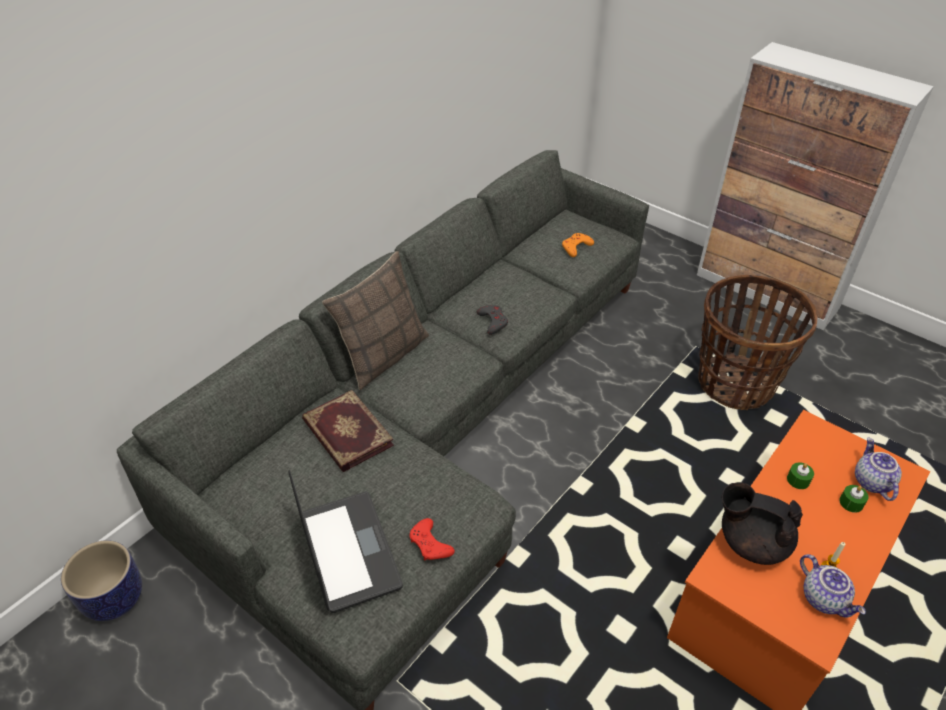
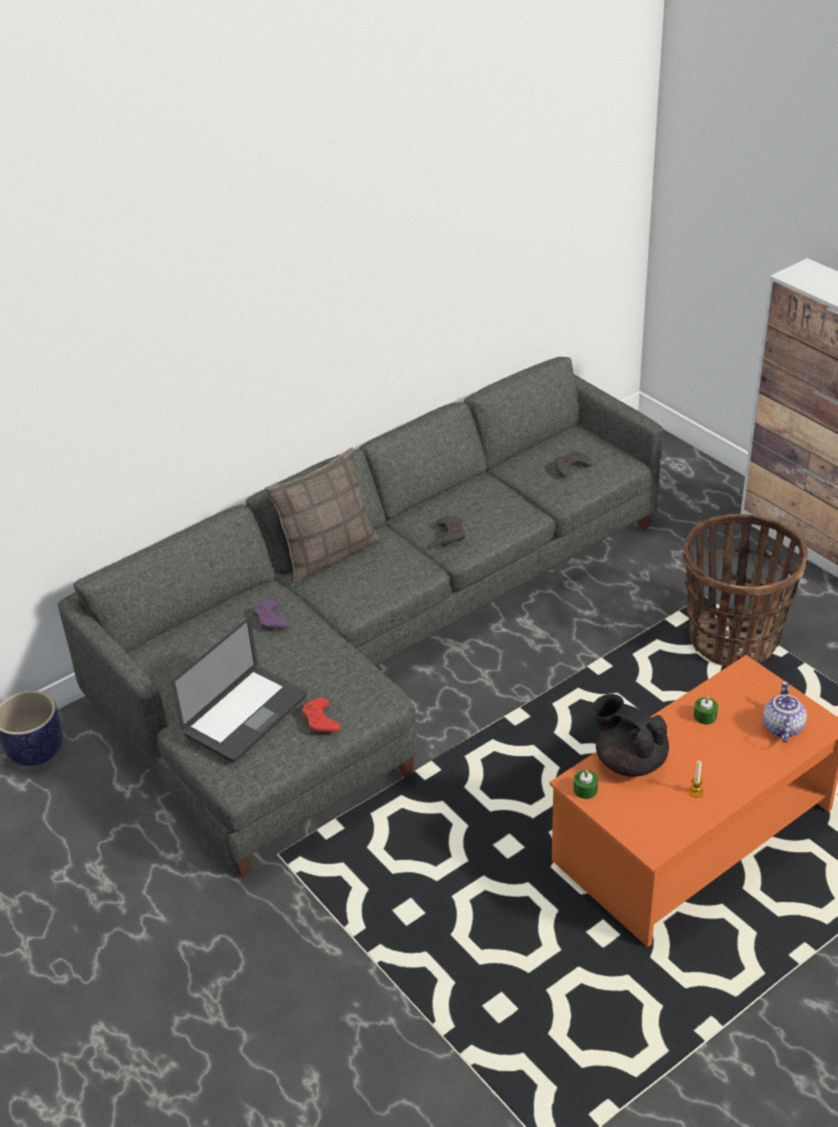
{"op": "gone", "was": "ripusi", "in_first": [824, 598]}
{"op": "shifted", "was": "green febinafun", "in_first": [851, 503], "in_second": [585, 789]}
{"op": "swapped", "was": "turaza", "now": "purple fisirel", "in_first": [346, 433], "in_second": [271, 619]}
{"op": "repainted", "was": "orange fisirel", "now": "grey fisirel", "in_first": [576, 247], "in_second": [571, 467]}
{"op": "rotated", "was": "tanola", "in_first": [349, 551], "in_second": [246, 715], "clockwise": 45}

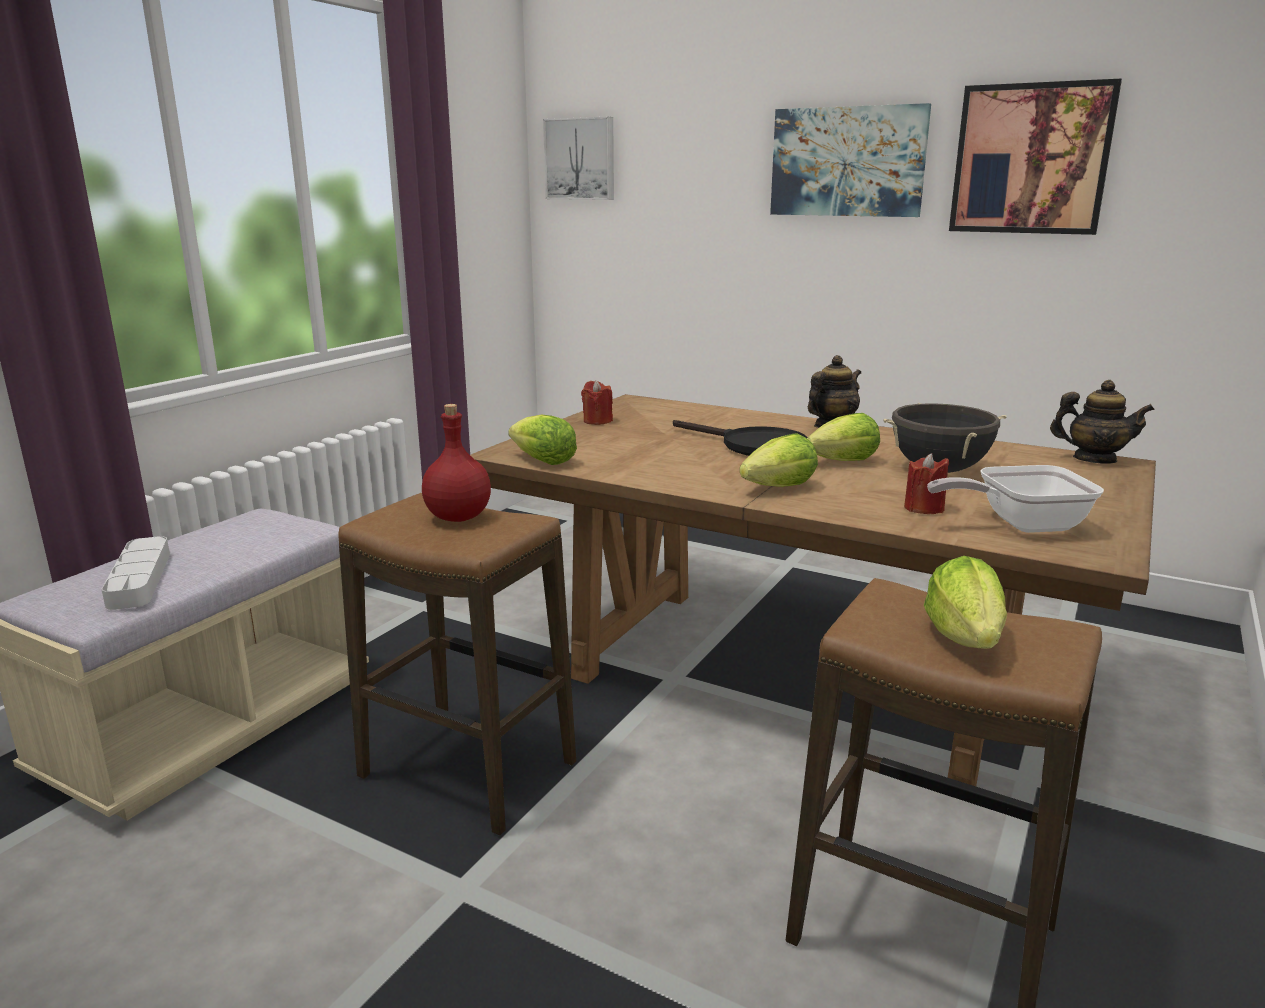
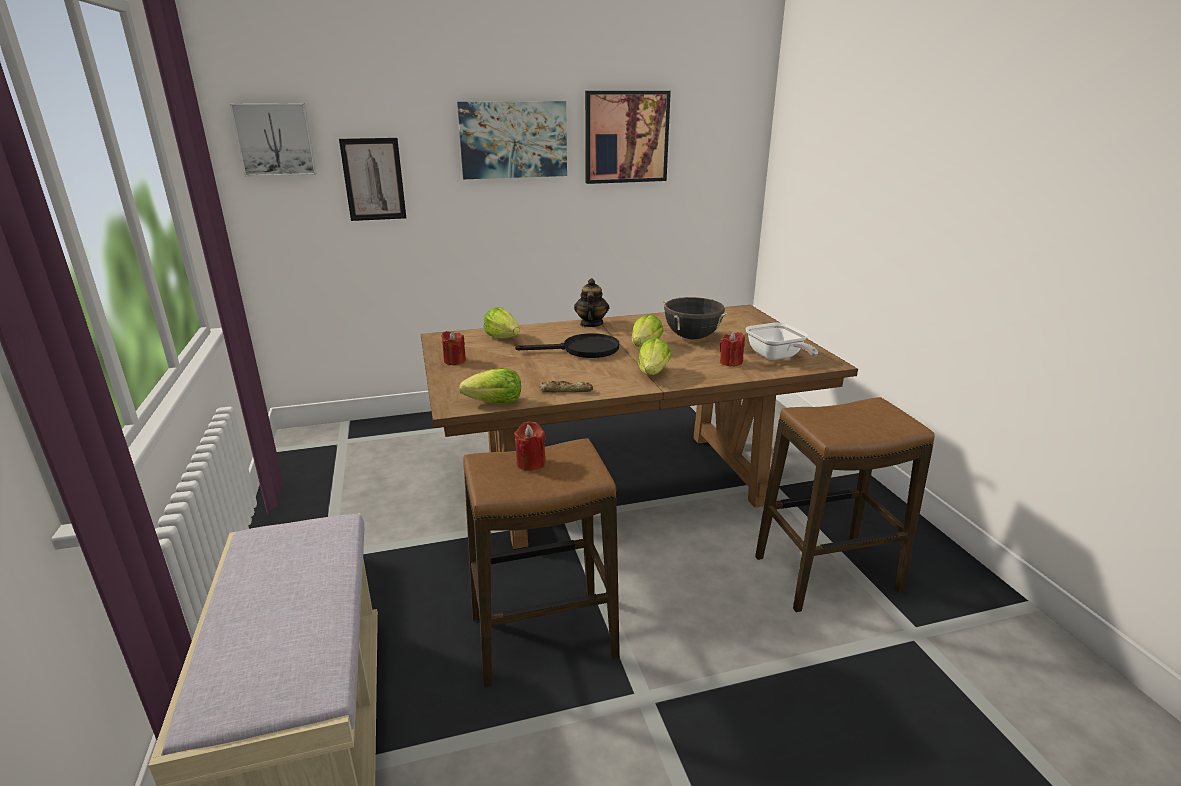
{"op": "gone", "was": "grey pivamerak", "in_first": [139, 579]}
{"op": "gone", "was": "ripusi", "in_first": [1094, 459]}
{"op": "new", "now": "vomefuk", "in_second": [373, 179]}
{"op": "new", "now": "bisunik", "in_second": [566, 390]}
{"op": "shifted", "was": "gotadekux", "in_first": [965, 638], "in_second": [503, 337]}
{"op": "swapped", "was": "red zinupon", "now": "red febinafun", "in_first": [457, 517], "in_second": [531, 463]}
{"op": "rotated", "was": "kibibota", "in_first": [1020, 524], "in_second": [777, 357], "clockwise": -60}

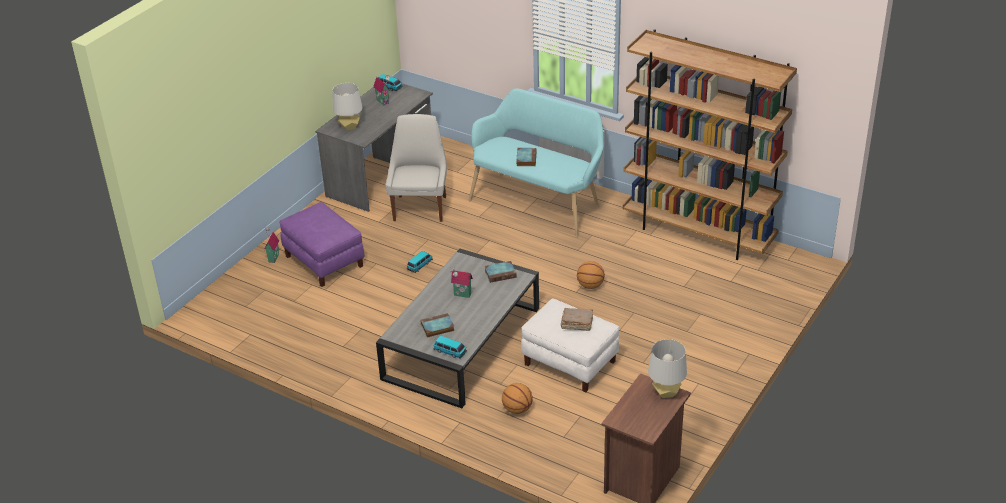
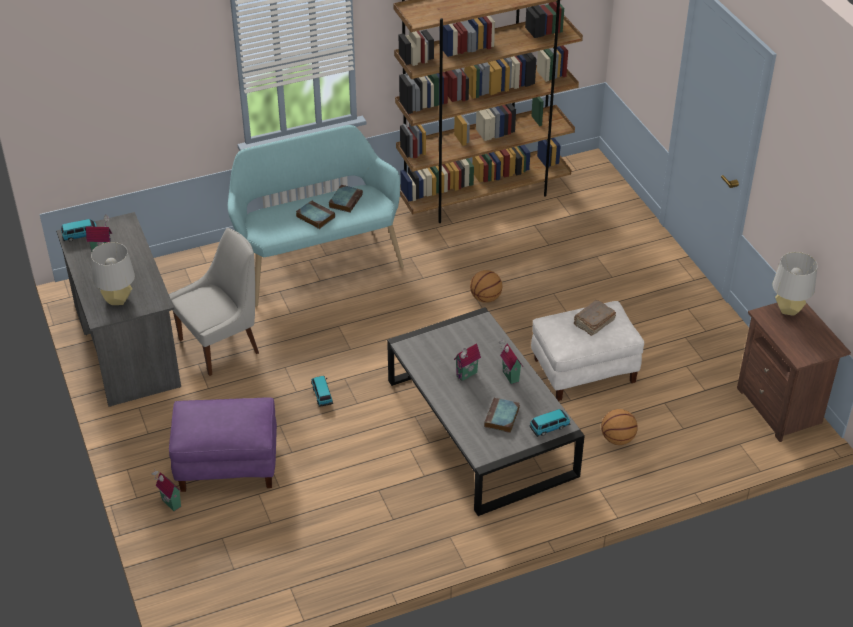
{"op": "new", "now": "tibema", "in_second": [509, 376]}
{"op": "shifted", "was": "turaza", "in_first": [501, 273], "in_second": [345, 200]}
{"op": "rotated", "was": "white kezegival", "in_first": [420, 207], "in_second": [222, 345], "clockwise": 105}

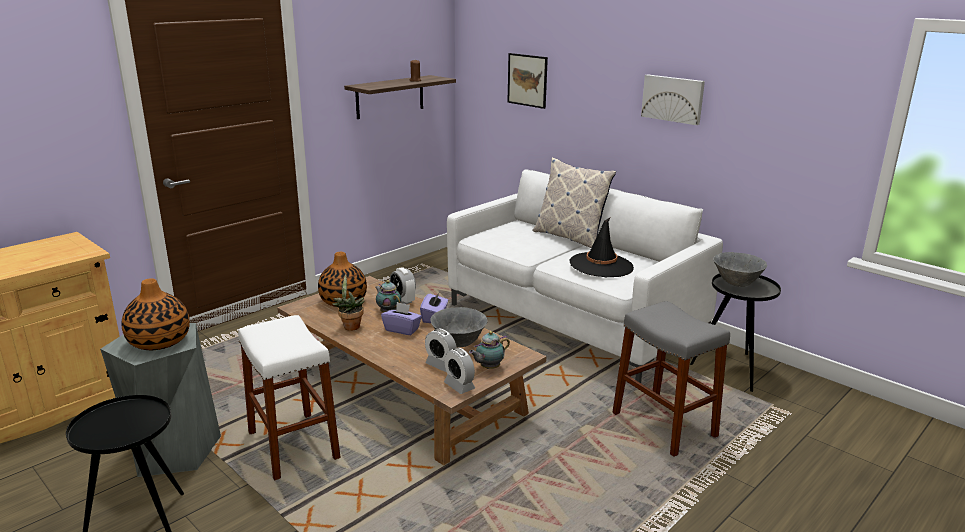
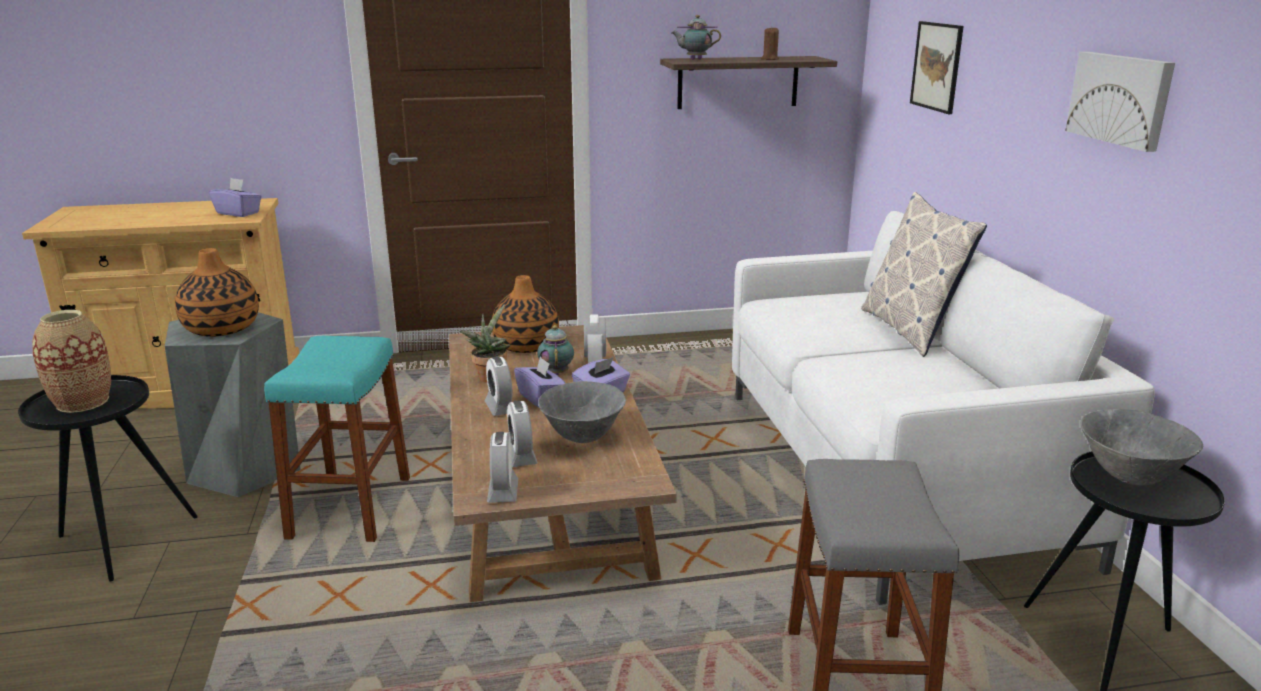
{"op": "gone", "was": "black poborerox", "in_first": [601, 265]}
{"op": "new", "now": "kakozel", "in_second": [82, 402]}
{"op": "new", "now": "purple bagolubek", "in_second": [238, 213]}
{"op": "new", "now": "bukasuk", "in_second": [500, 407]}
{"op": "shifted", "was": "ripusi", "in_first": [488, 368], "in_second": [694, 59]}
{"op": "repainted", "was": "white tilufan", "now": "turquoise tilufan", "in_first": [293, 445], "in_second": [350, 507]}

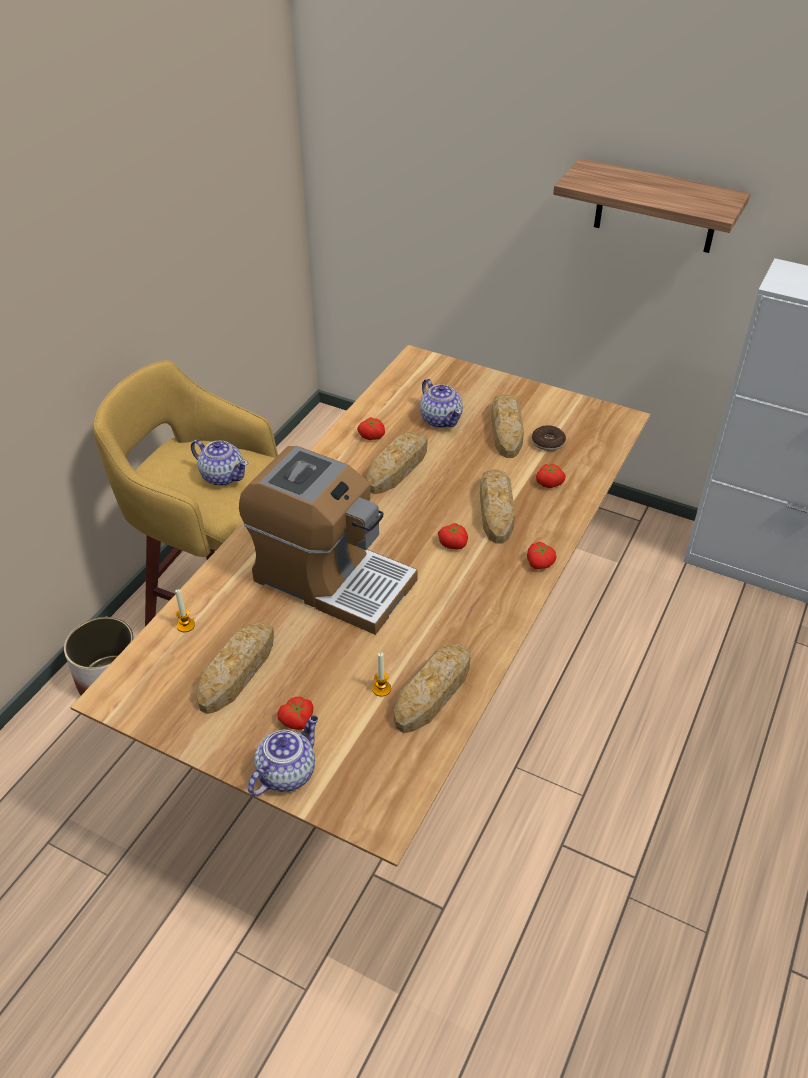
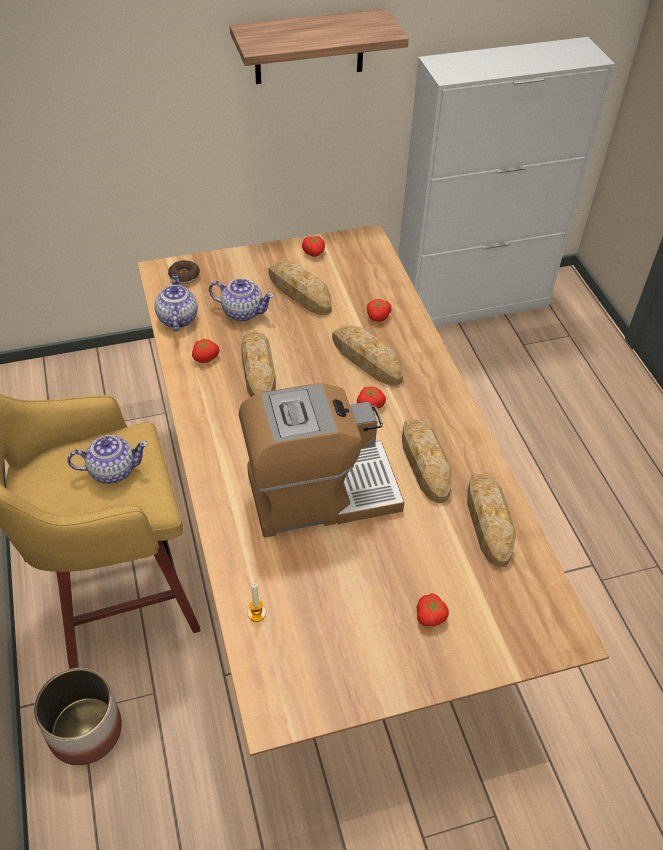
{"op": "gone", "was": "febinafun", "in_first": [381, 689]}
{"op": "shifted", "was": "bisunik", "in_first": [238, 670], "in_second": [425, 463]}
{"op": "shifted", "was": "ripusi", "in_first": [287, 772], "in_second": [177, 318]}
{"op": "shifted", "was": "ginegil", "in_first": [540, 563], "in_second": [314, 252]}
{"op": "shifted", "was": "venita", "in_first": [548, 443], "in_second": [184, 276]}

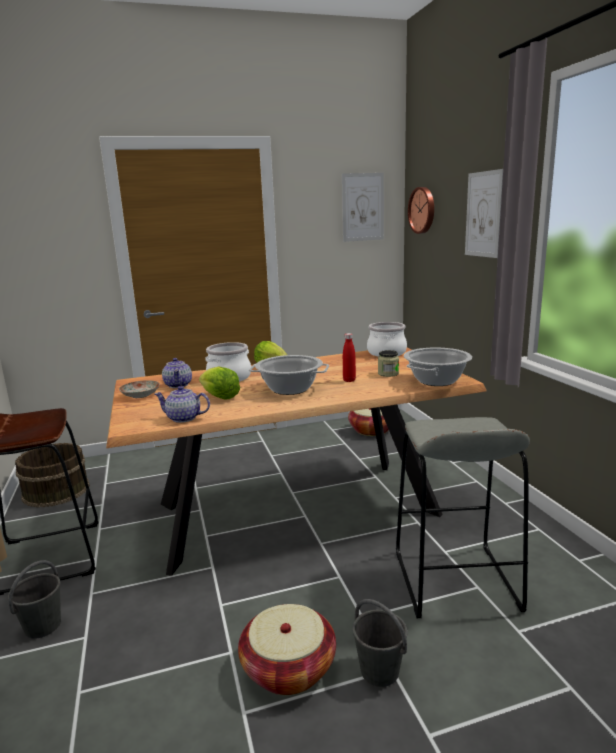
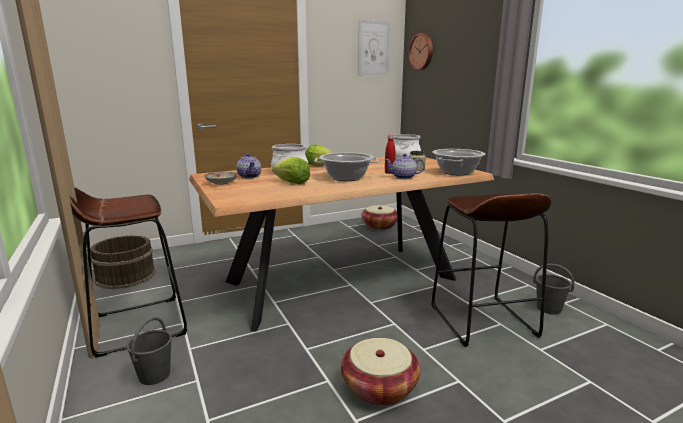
{"op": "gone", "was": "vomefuk", "in_first": [483, 214]}
{"op": "shifted", "was": "ripusi", "in_first": [184, 418], "in_second": [404, 177]}
{"op": "shifted", "was": "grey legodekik", "in_first": [380, 671], "in_second": [549, 308]}
{"op": "repainted", "was": "grey tilufan", "now": "brown tilufan", "in_first": [454, 580], "in_second": [482, 321]}

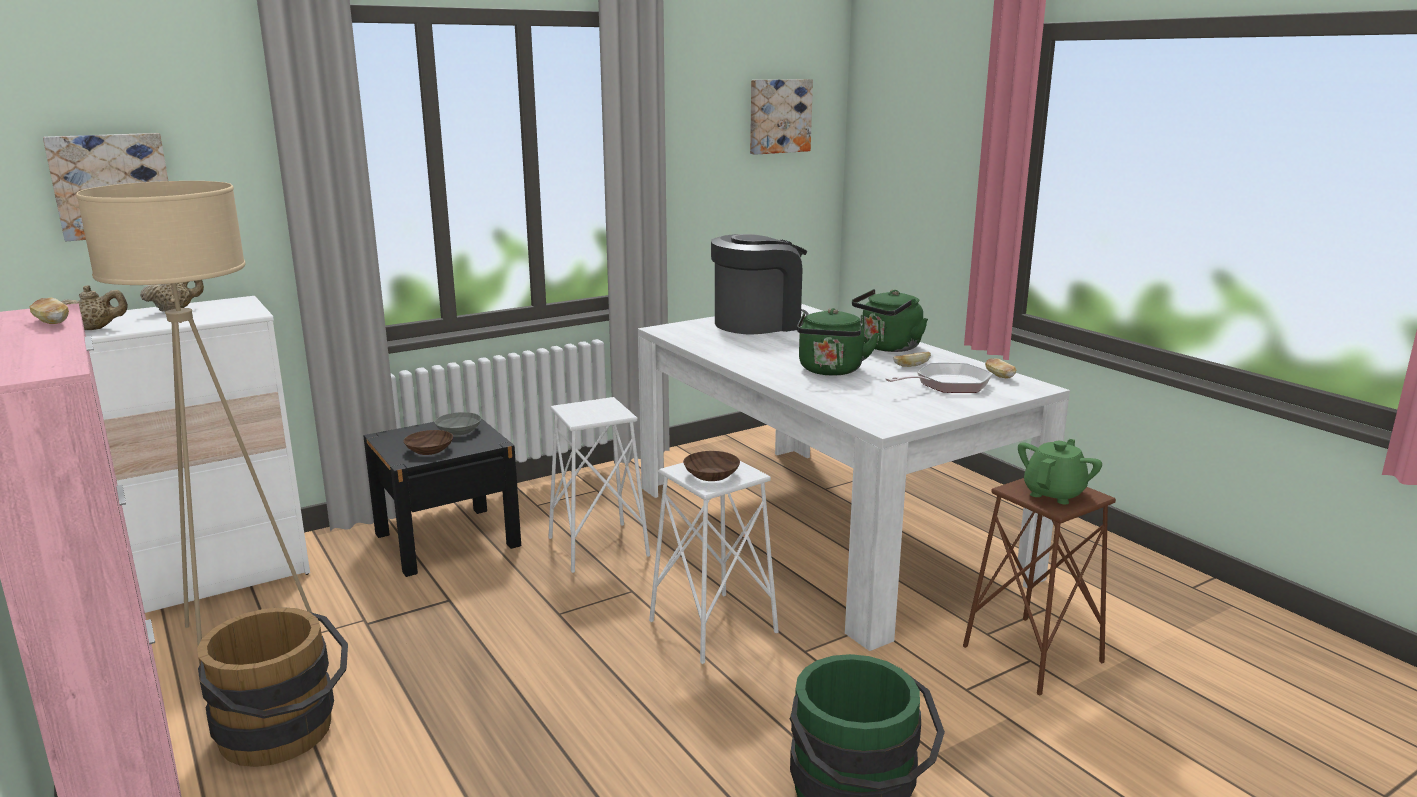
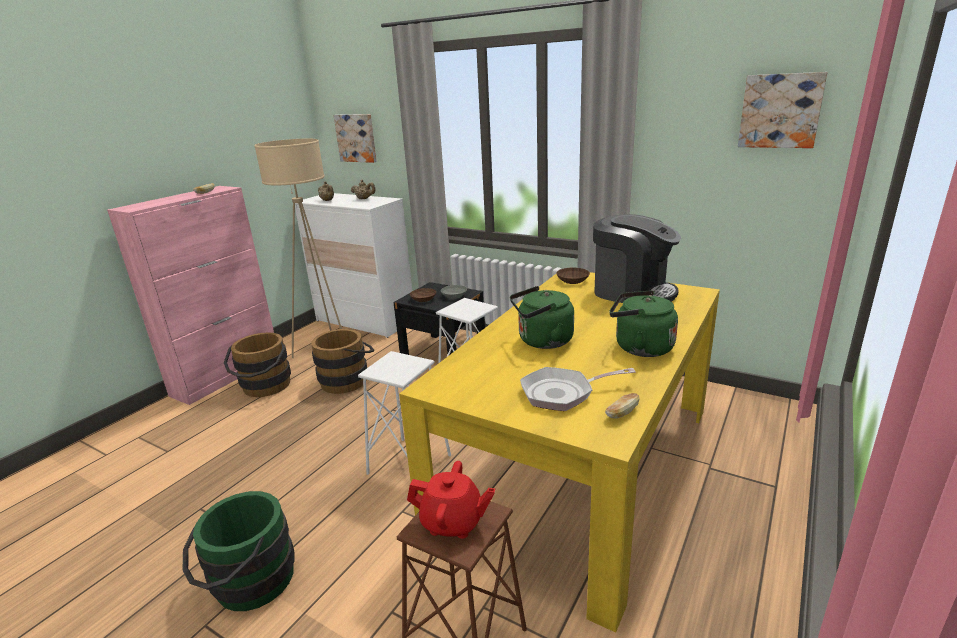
{"op": "gone", "was": "bisunik", "in_first": [911, 366]}
{"op": "new", "now": "brown legodekik", "in_second": [348, 379]}
{"op": "shifted", "was": "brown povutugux", "in_first": [710, 474], "in_second": [572, 280]}
{"op": "repainted", "was": "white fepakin", "now": "yellow fepakin", "in_first": [823, 529], "in_second": [580, 467]}
{"op": "repainted", "was": "green ripusi", "now": "red ripusi", "in_first": [1054, 493], "in_second": [452, 522]}
{"op": "rotated", "was": "kibibota", "in_first": [948, 385], "in_second": [562, 393], "clockwise": 135}

